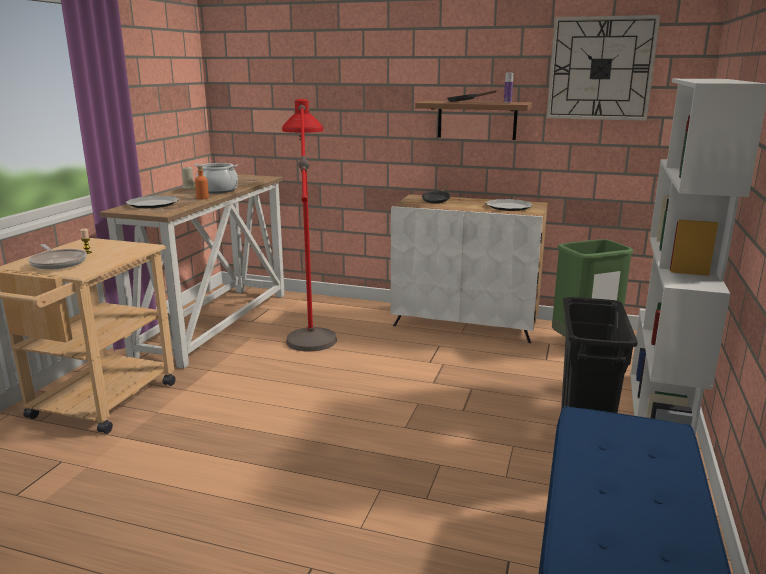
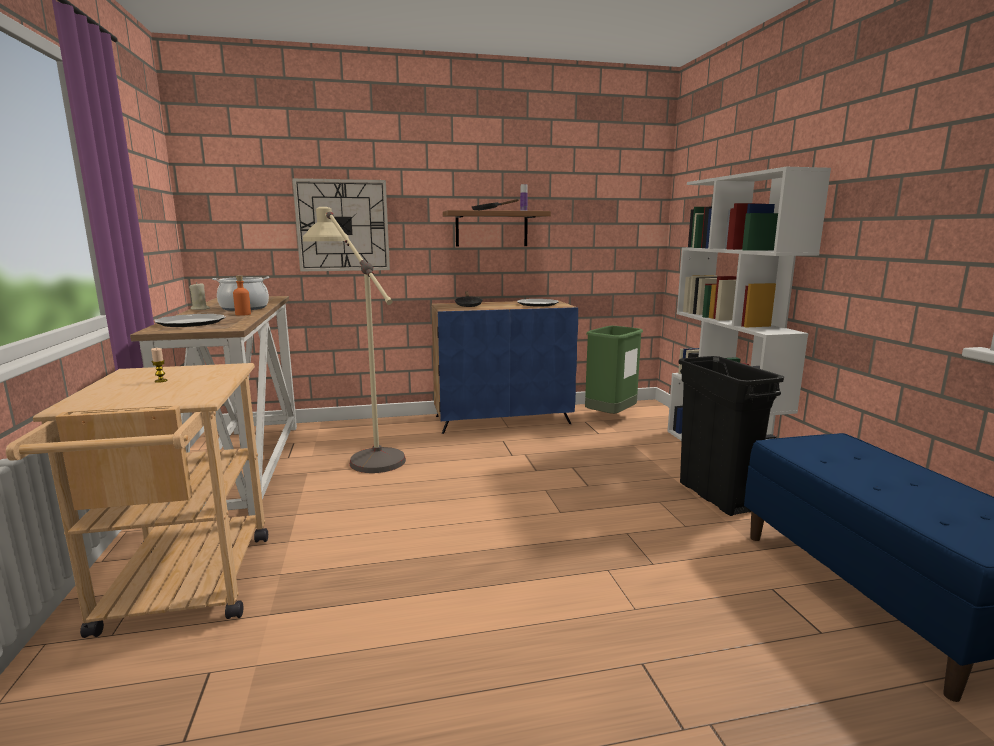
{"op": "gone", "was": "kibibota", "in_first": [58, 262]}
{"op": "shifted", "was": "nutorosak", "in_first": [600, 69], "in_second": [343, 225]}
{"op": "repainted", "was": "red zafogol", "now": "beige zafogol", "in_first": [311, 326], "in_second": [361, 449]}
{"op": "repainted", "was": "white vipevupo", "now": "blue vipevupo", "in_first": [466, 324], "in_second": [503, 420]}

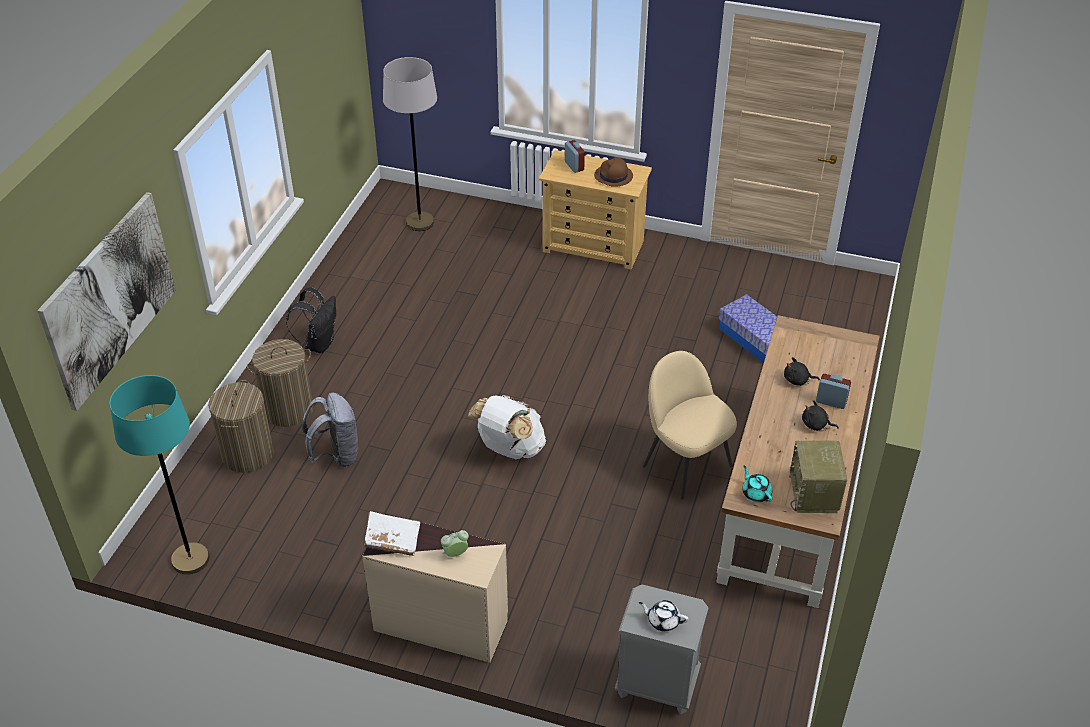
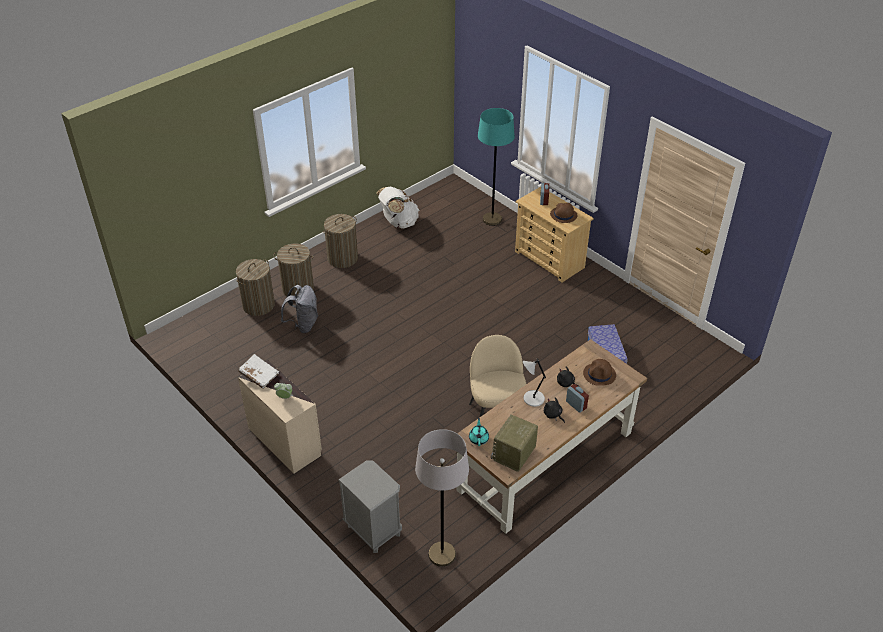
{"op": "gone", "was": "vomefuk", "in_first": [109, 299]}
{"op": "gone", "was": "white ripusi", "in_first": [663, 621]}
{"op": "new", "now": "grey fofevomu", "in_second": [532, 399]}
{"op": "new", "now": "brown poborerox", "in_second": [599, 374]}
{"op": "shifted", "was": "turquoise zafogol", "in_first": [190, 559], "in_second": [492, 219]}
{"op": "shifted", "was": "grey zafogol", "in_first": [420, 222], "in_second": [442, 554]}
{"op": "shifted", "was": "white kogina", "in_first": [509, 449], "in_second": [398, 222]}
{"op": "swapped", "was": "black kogina", "now": "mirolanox", "in_first": [319, 343], "in_second": [342, 258]}

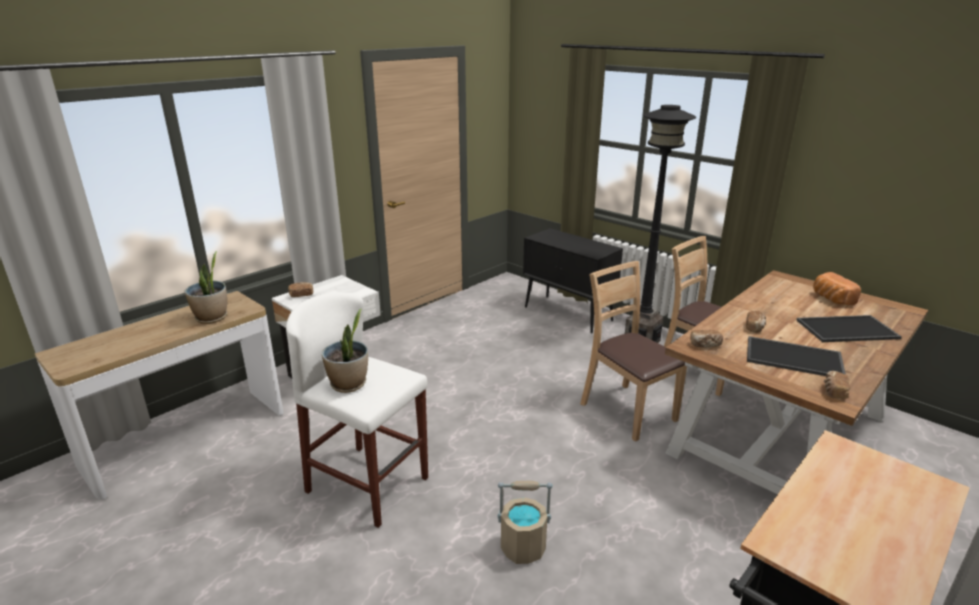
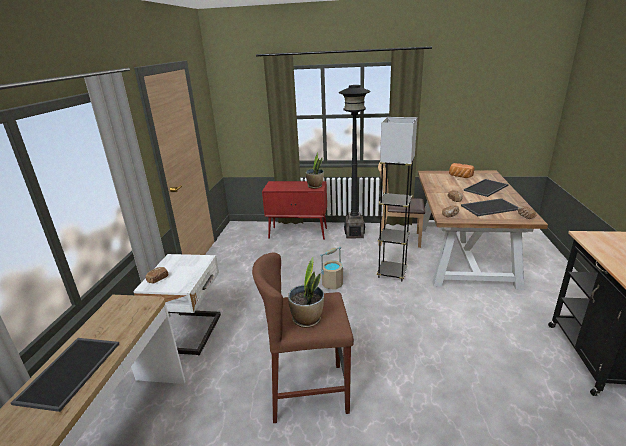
{"op": "new", "now": "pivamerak", "in_second": [69, 371]}
{"op": "shifted", "was": "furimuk", "in_first": [212, 318], "in_second": [315, 186]}
{"op": "shifted", "was": "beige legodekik", "in_first": [523, 547], "in_second": [332, 284]}
{"op": "swapped", "was": "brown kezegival", "now": "grey zafogol", "in_first": [627, 411], "in_second": [392, 273]}
{"op": "repainted", "was": "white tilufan", "now": "brown tilufan", "in_first": [368, 484], "in_second": [309, 391]}
{"op": "repainted", "was": "black vipevupo", "now": "red vipevupo", "in_first": [568, 314], "in_second": [298, 233]}

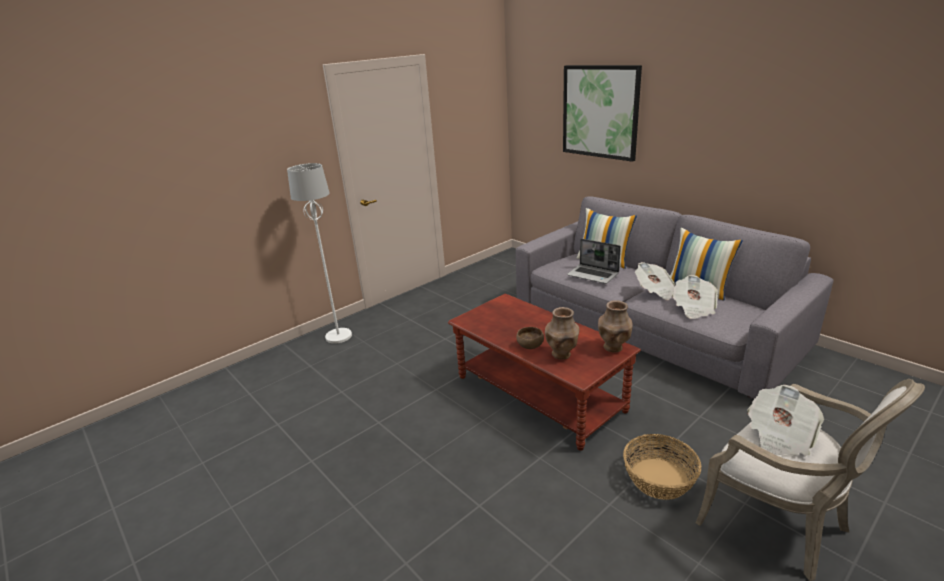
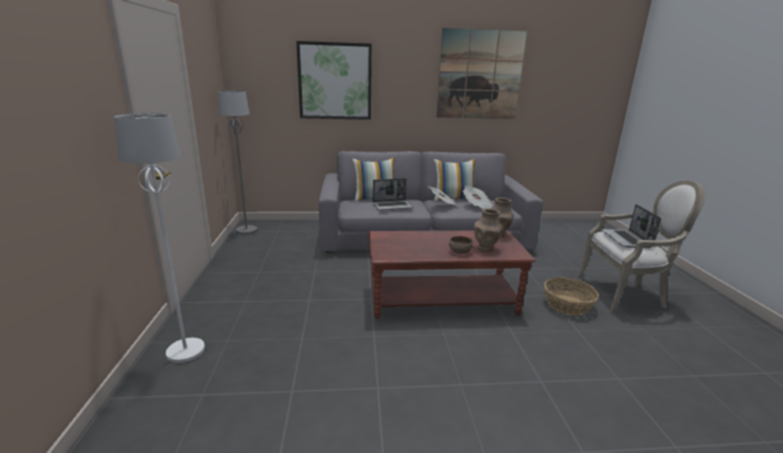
{"op": "new", "now": "grey zafogol", "in_second": [246, 230]}
{"op": "new", "now": "vomefuk", "in_second": [480, 75]}
{"op": "swapped", "was": "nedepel", "now": "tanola", "in_first": [779, 436], "in_second": [626, 239]}

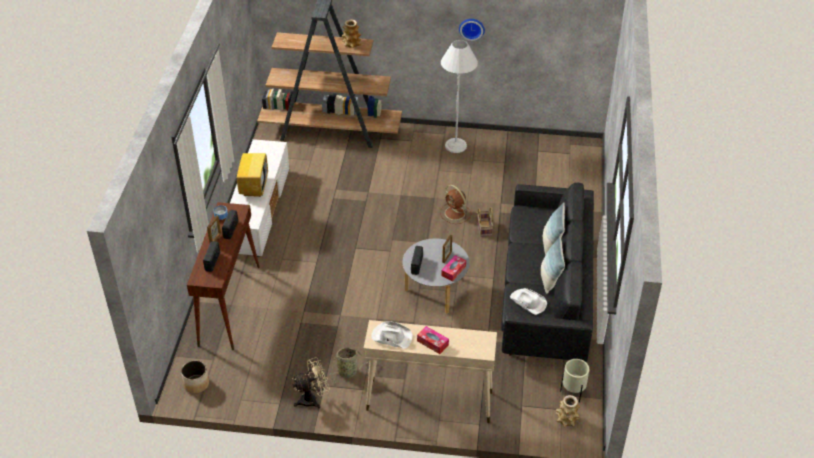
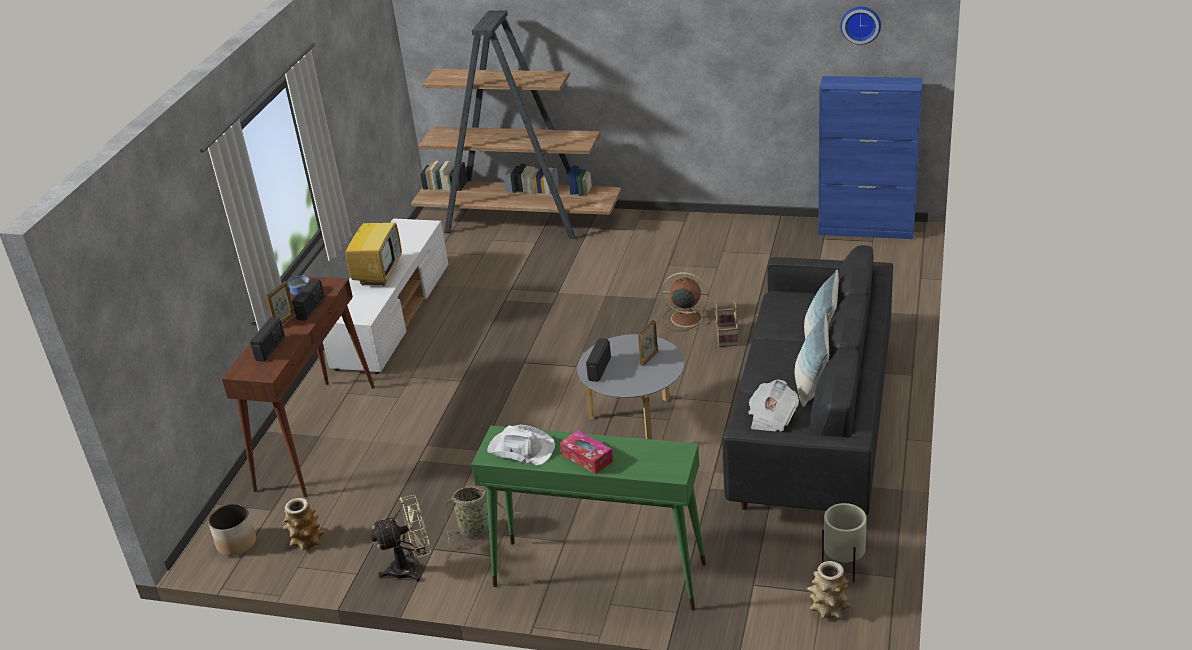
{"op": "gone", "was": "white zafogol", "in_first": [455, 146]}
{"op": "gone", "was": "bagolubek", "in_first": [453, 271]}
{"op": "new", "now": "blue vipevupo", "in_second": [867, 229]}
{"op": "shifted", "was": "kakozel", "in_first": [351, 44], "in_second": [306, 540]}
{"op": "shifted", "was": "nutorosak", "in_first": [471, 28], "in_second": [861, 24]}
{"op": "swapped", "was": "white poborerox", "now": "nedepel", "in_first": [528, 302], "in_second": [771, 419]}
{"op": "repainted", "was": "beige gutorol", "now": "green gutorol", "in_first": [428, 401], "in_second": [598, 575]}
{"op": "rotated", "was": "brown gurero", "in_first": [455, 214], "in_second": [685, 318], "clockwise": 135}

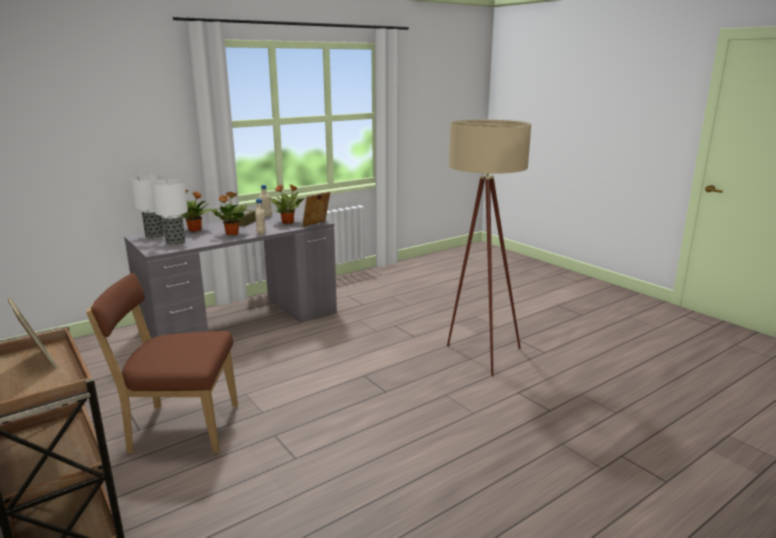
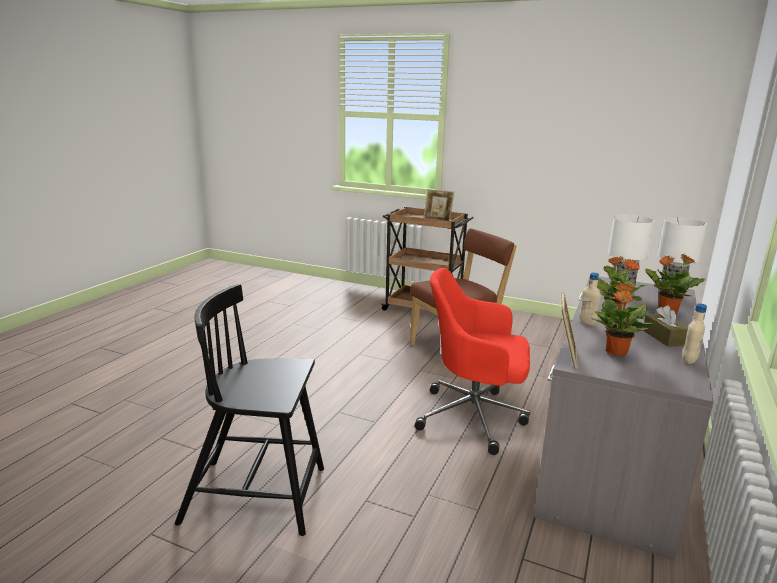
{"op": "new", "now": "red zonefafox", "in_second": [474, 417]}
{"op": "swapped", "was": "beige zafogol", "now": "black kezegival", "in_first": [478, 353], "in_second": [258, 495]}

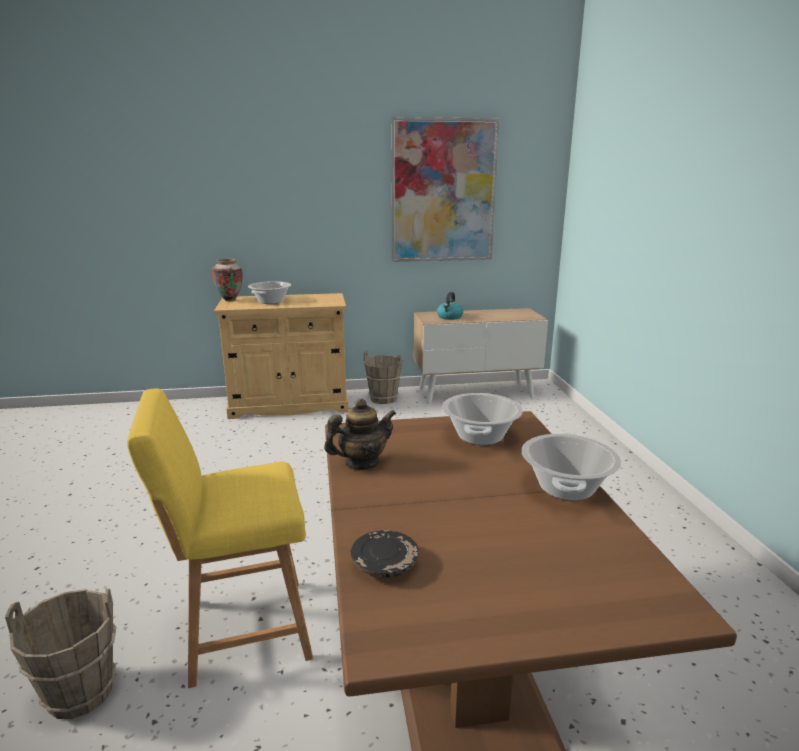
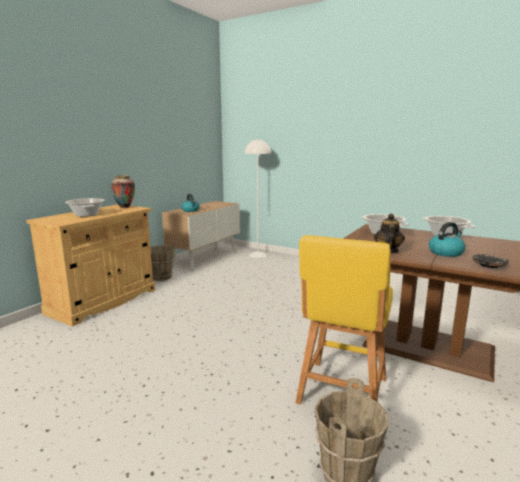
{"op": "gone", "was": "vomefuk", "in_first": [443, 191]}
{"op": "new", "now": "white zafogol", "in_second": [258, 255]}
{"op": "new", "now": "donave", "in_second": [446, 252]}
{"op": "shifted", "was": "kakozel", "in_first": [230, 300], "in_second": [124, 207]}

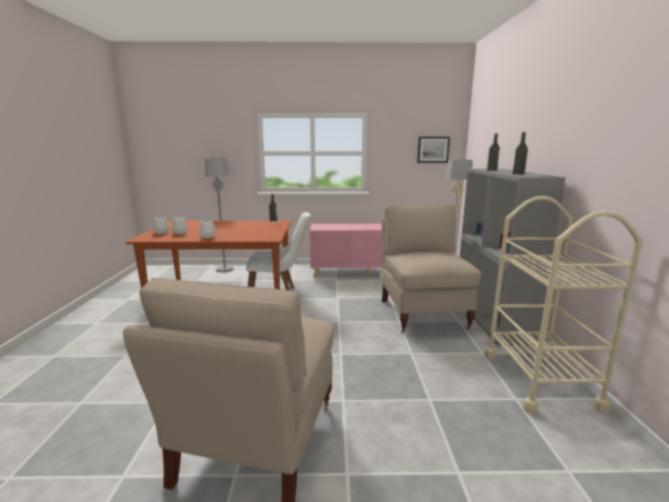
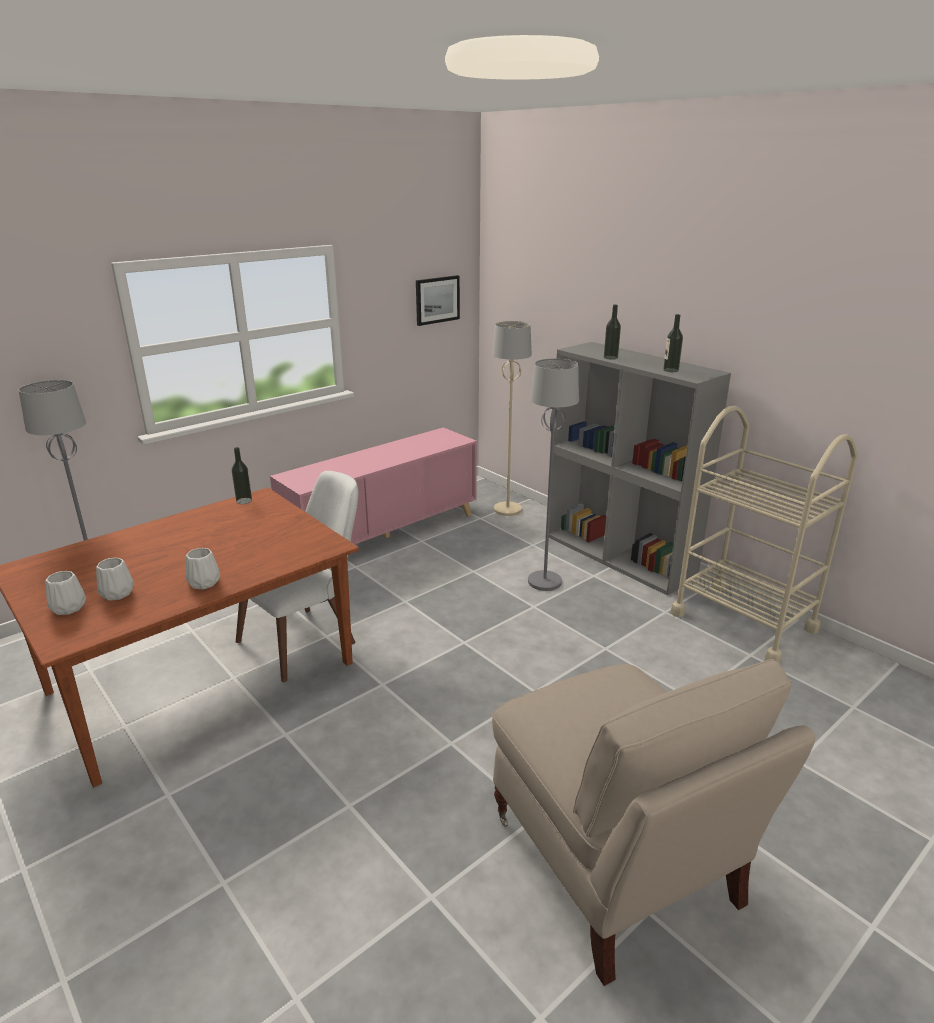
{"op": "swapped", "was": "beige kezegival", "now": "grey zafogol", "in_first": [422, 313], "in_second": [544, 581]}

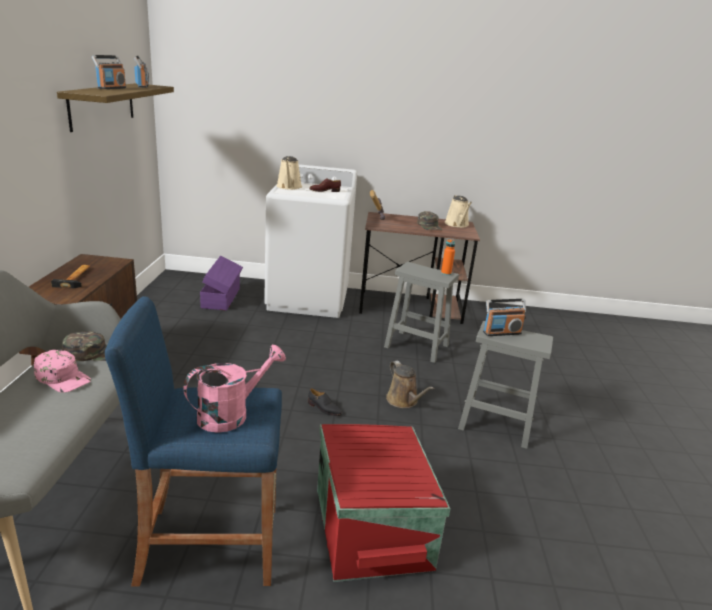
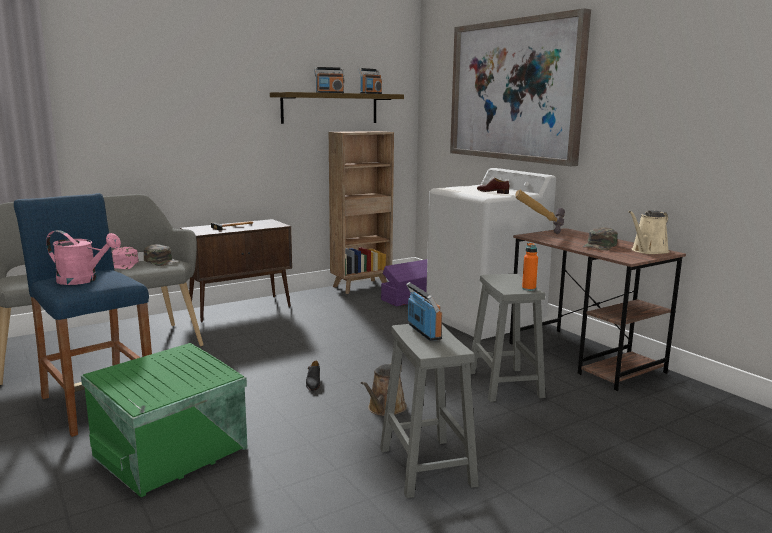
{"op": "gone", "was": "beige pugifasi", "in_first": [289, 187]}
{"op": "new", "now": "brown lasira", "in_second": [361, 286]}
{"op": "new", "now": "vomefuk", "in_second": [514, 90]}
{"op": "repainted", "was": "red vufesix", "now": "green vufesix", "in_first": [373, 526], "in_second": [173, 453]}
{"op": "rotated", "was": "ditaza", "in_first": [501, 332], "in_second": [424, 332], "clockwise": -150}

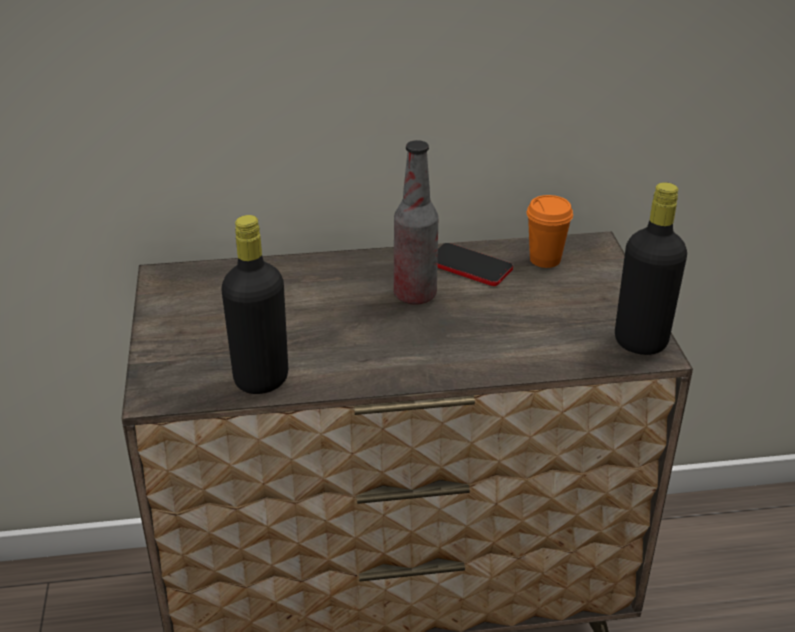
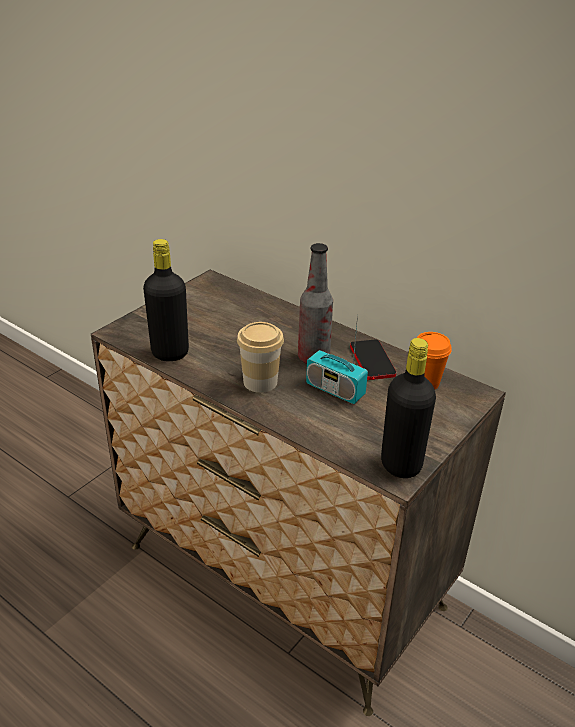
{"op": "new", "now": "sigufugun", "in_second": [260, 382]}
{"op": "new", "now": "ditaza", "in_second": [335, 390]}

